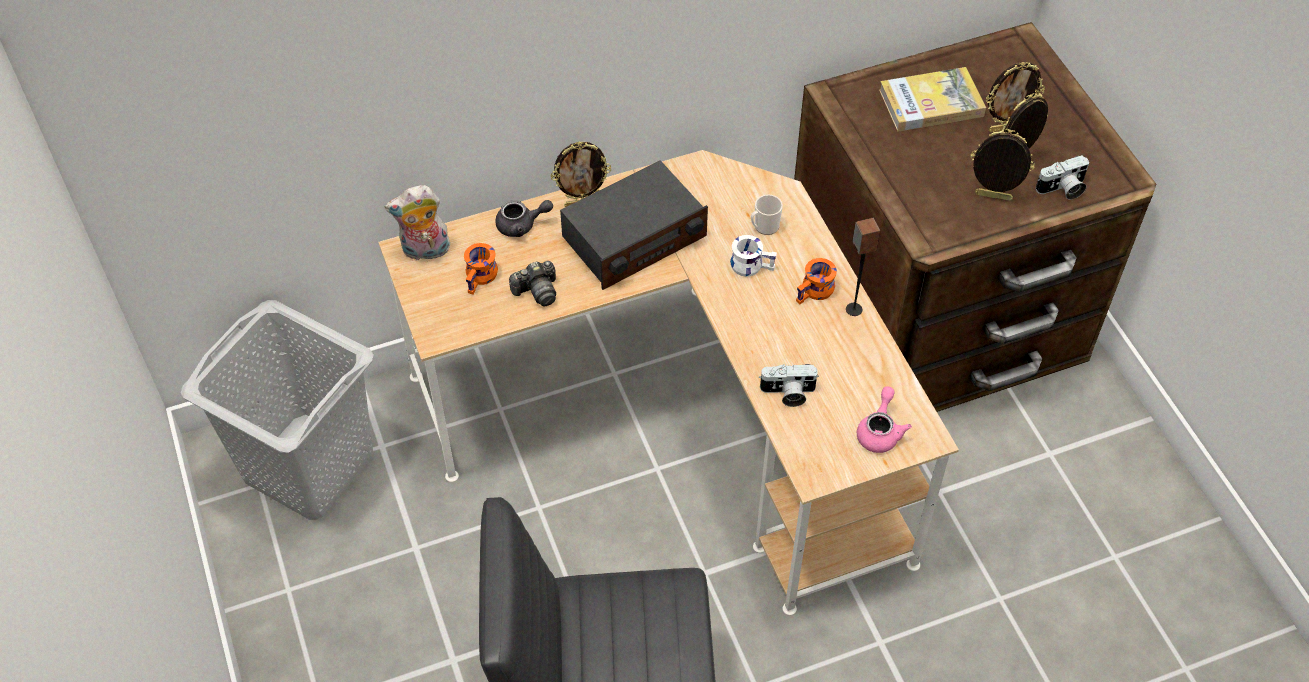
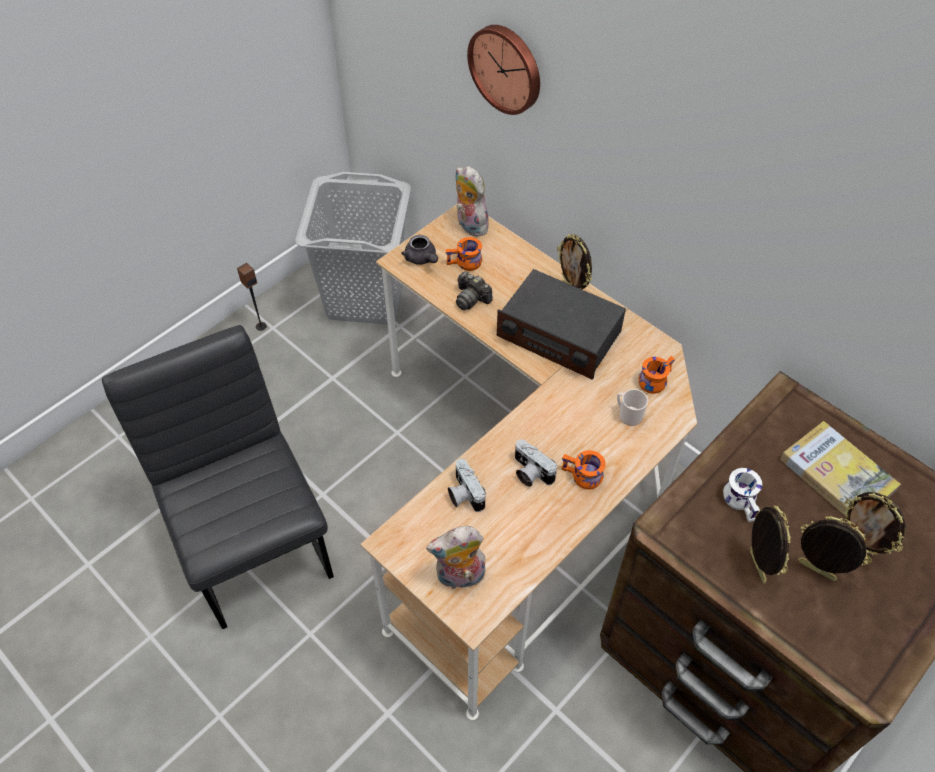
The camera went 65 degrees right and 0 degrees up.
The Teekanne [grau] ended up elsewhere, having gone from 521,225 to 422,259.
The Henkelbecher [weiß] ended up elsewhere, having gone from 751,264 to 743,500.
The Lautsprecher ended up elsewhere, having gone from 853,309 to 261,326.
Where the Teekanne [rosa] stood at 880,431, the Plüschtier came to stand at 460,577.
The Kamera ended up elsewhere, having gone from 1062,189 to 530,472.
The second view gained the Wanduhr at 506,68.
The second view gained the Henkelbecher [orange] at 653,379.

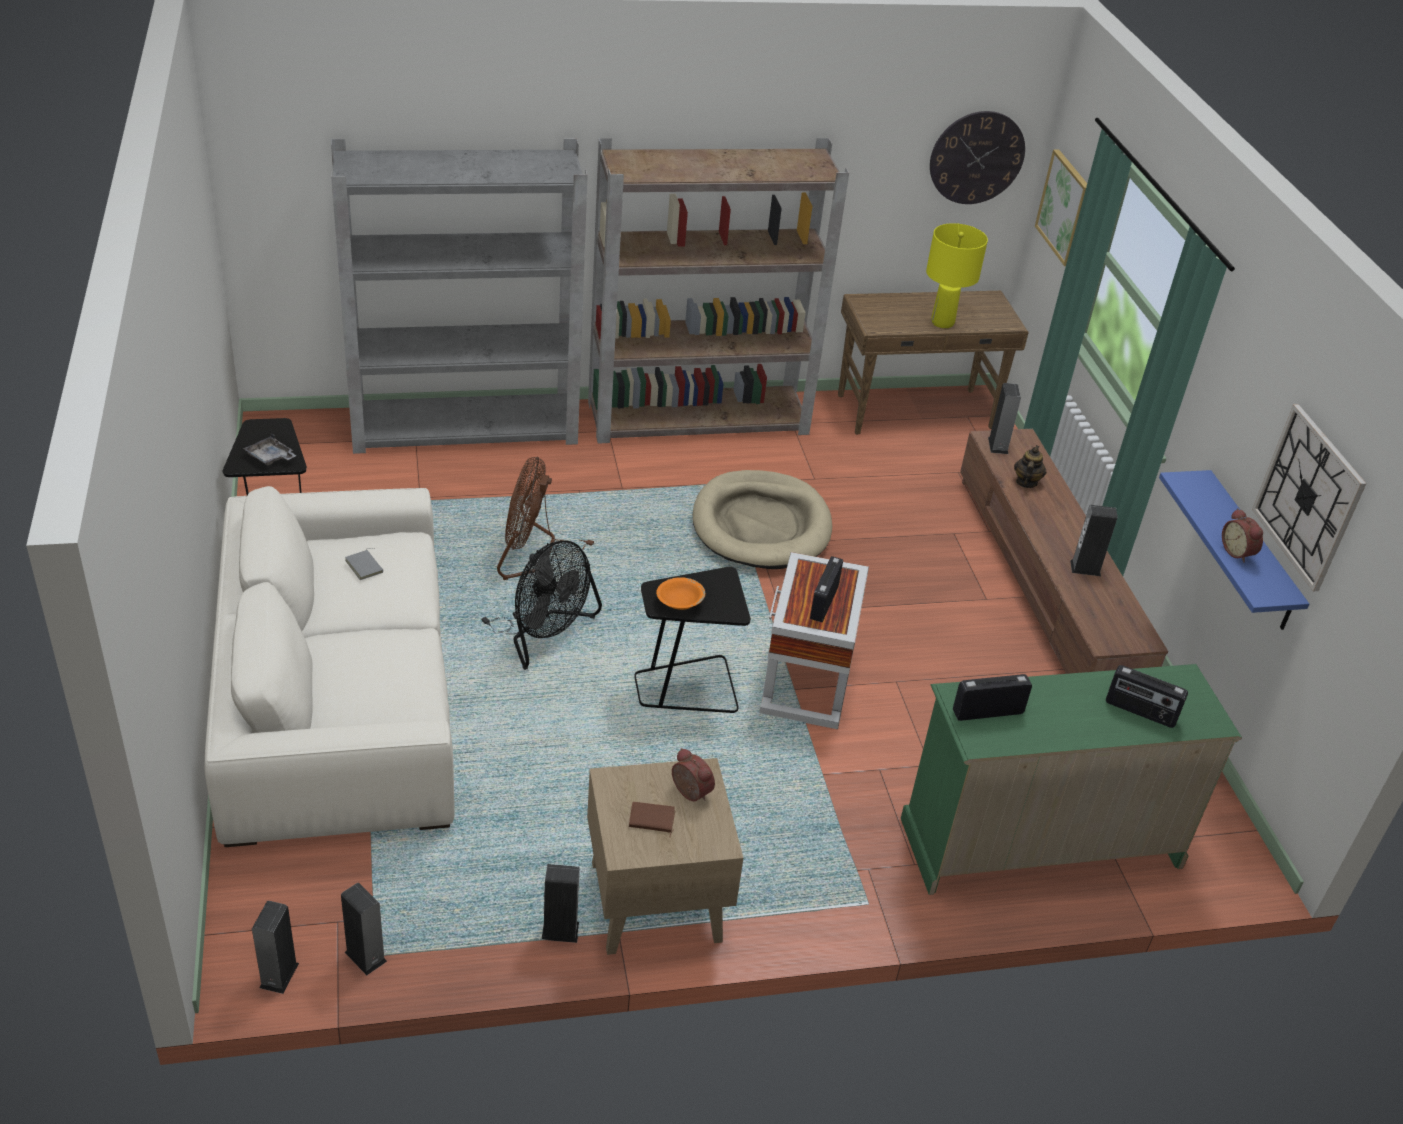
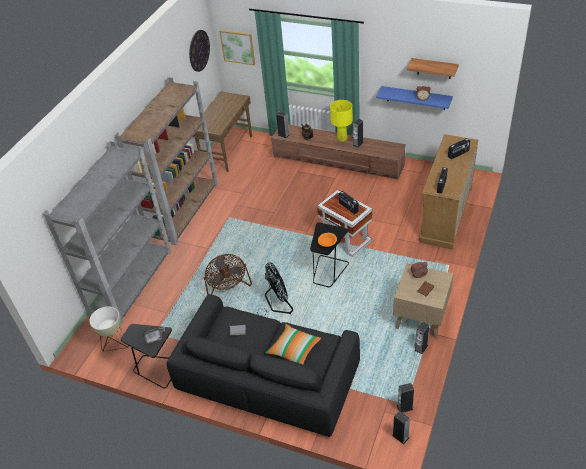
The camera went 50 degrees left and 5 degrees up.
What was the Sofa [weiß] at 335,695 turned into the Sofa [schwarz] at 267,377.
The Ventilator [braun] at 535,550 ended up facing another way, 60 degrees counterclockwise from before.
The second view lost the Hundebett [beige] at 761,525.
What was the Schrank [grün] at 1038,842 turned into the Schrank [braun] at 445,215.
The Tischlampe [gelb] ended up elsewhere, having gone from 942,322 to 342,139.
Where the Wanduhr hung at 1308,497, the Wandregal came to hang at 434,68.
The second view gained the Pflanzkübel at 115,343.
The second view gained the Kissen at 294,350.

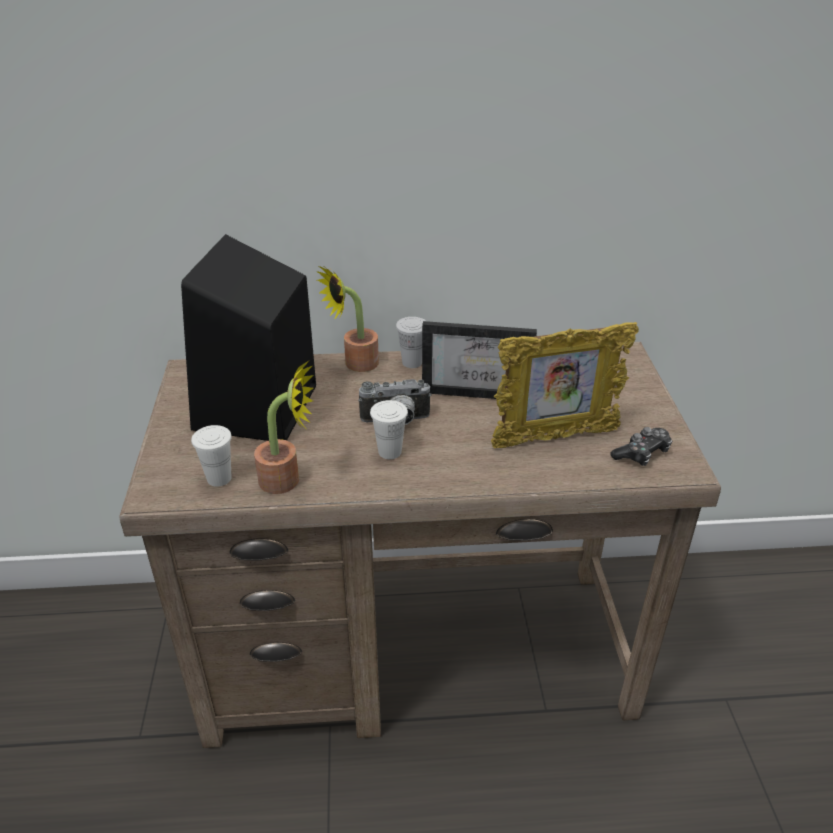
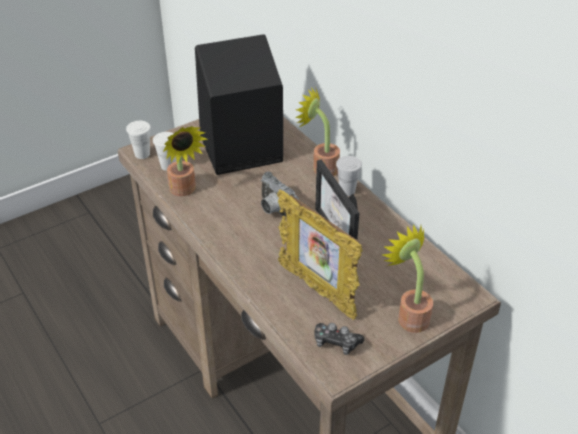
The camera went 60 degrees right and 5 degrees up.
The Tasse [weiß] ended up elsewhere, having gone from 390,452 to 142,154.
The second view gained the Topfpflanze at 409,316.

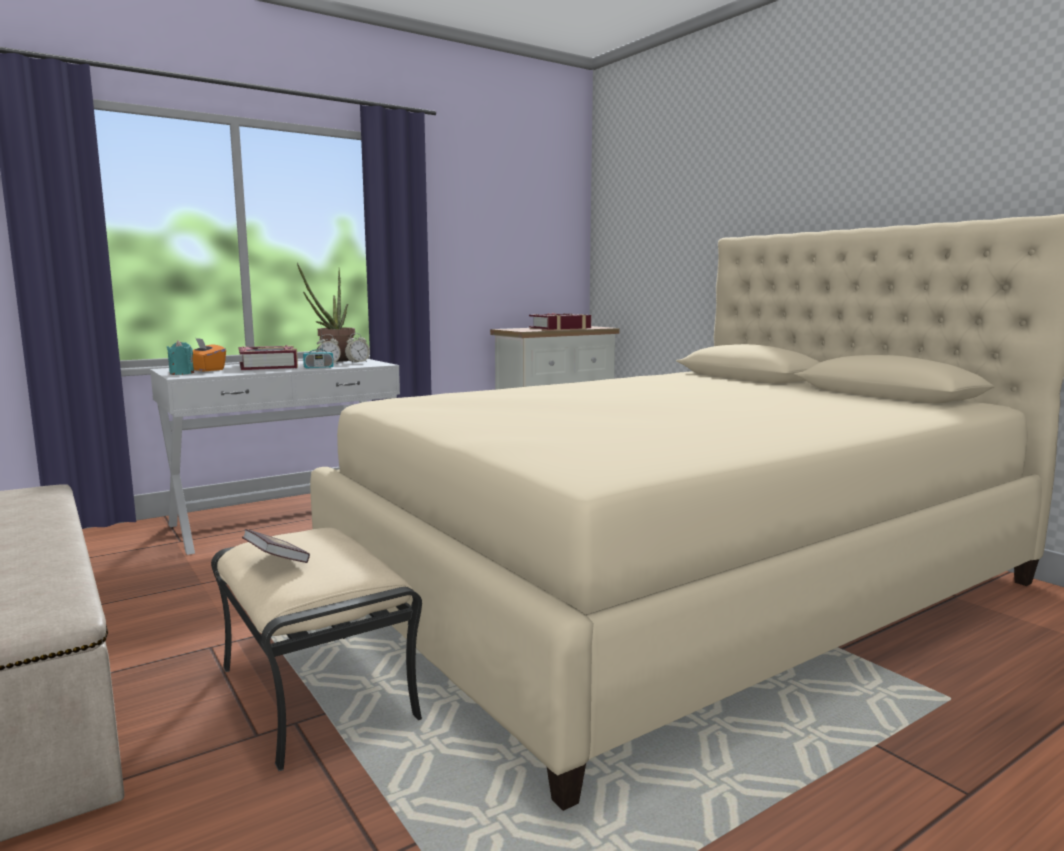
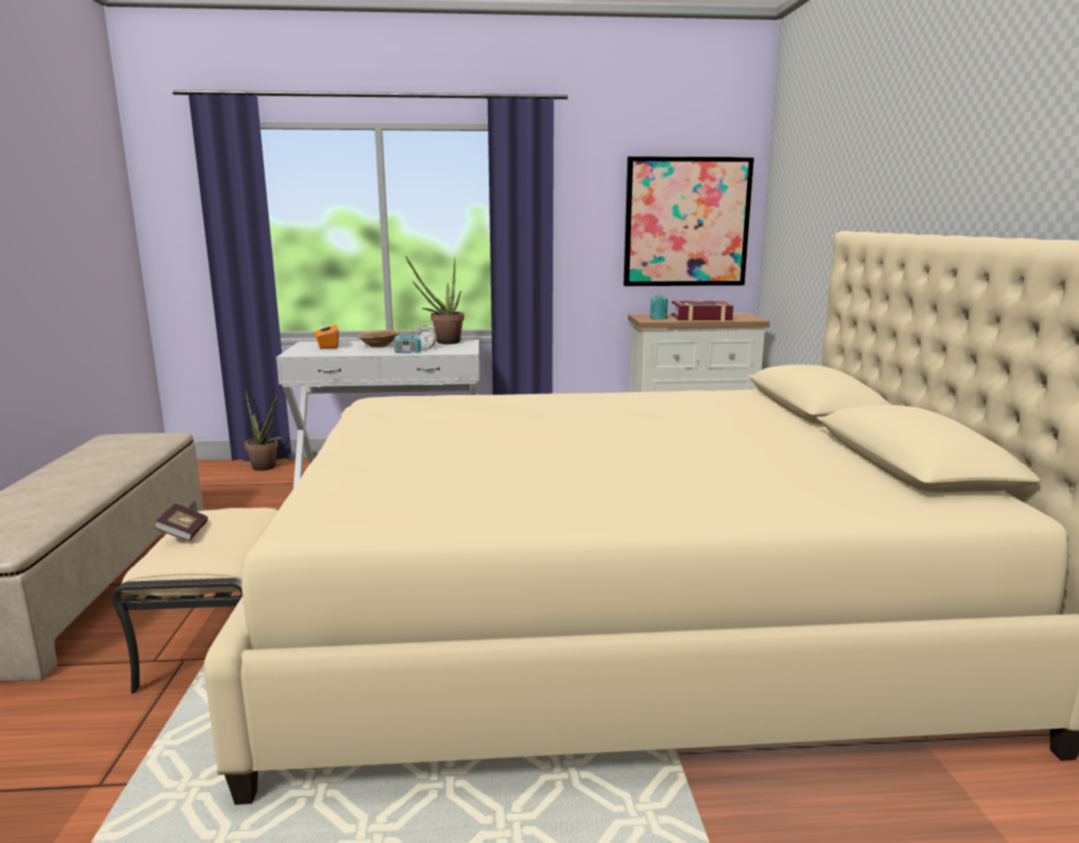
The camera went 30 degrees right and 5 degrees up.
The Kerze [türkis] ended up elsewhere, having gone from 181,373 to 658,318.
Where the Buch stood at 268,366, the Schüssel [braun] came to stand at 379,346.
The second view lost the Wecker at 357,362.
The second view gained the Topfpflanze at 266,468.
The second view gained the Bild at 686,222.

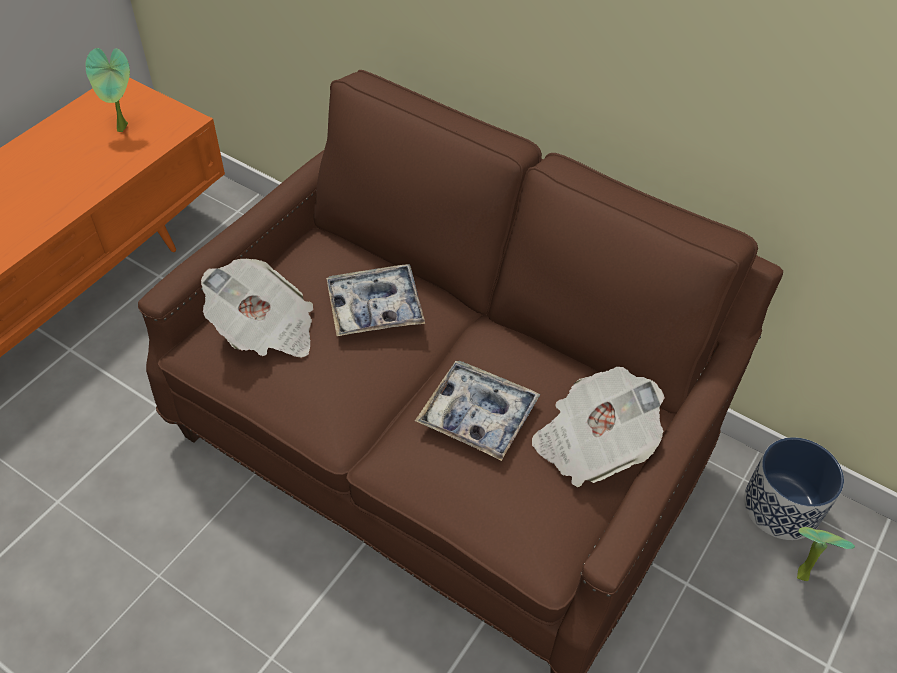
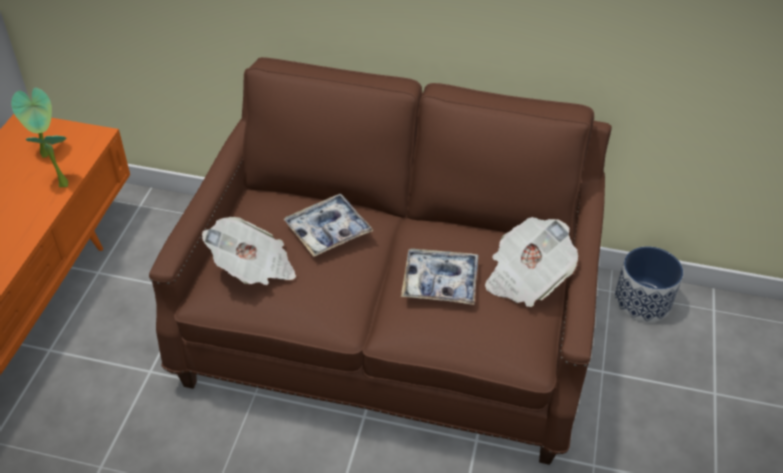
The camera went 20 degrees left and 5 degrees down.
The Topfpflanze ended up elsewhere, having gone from 799,571 to 62,183.

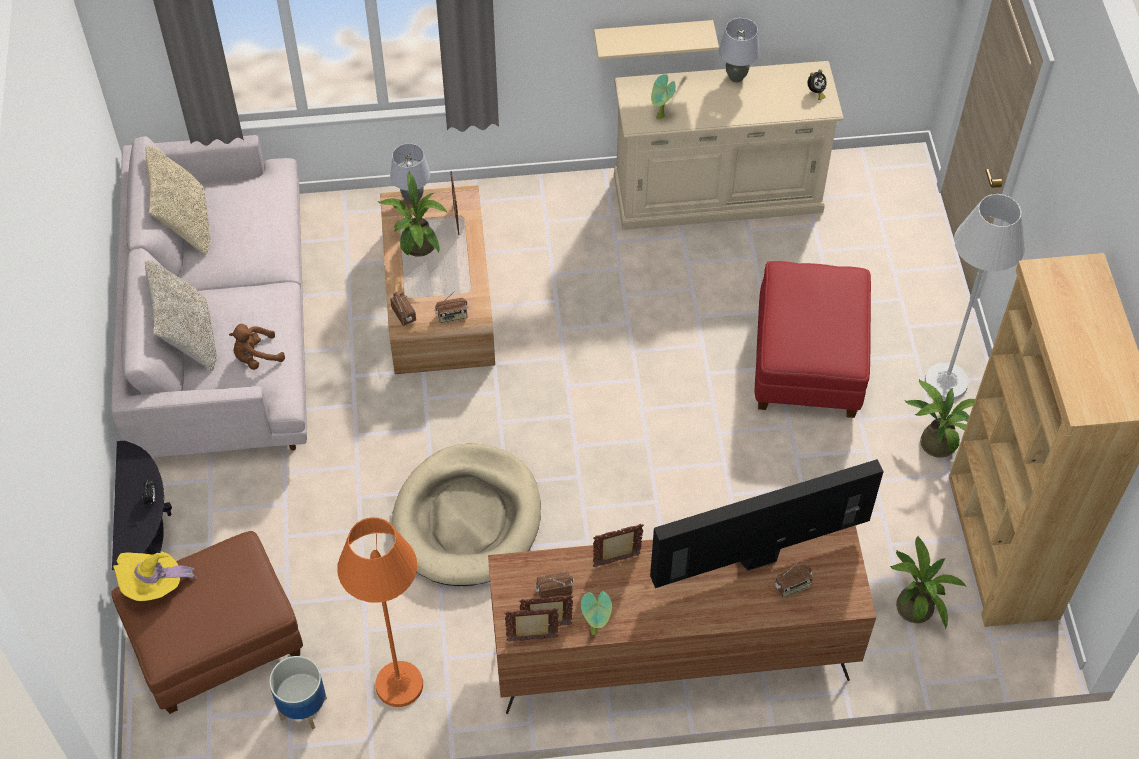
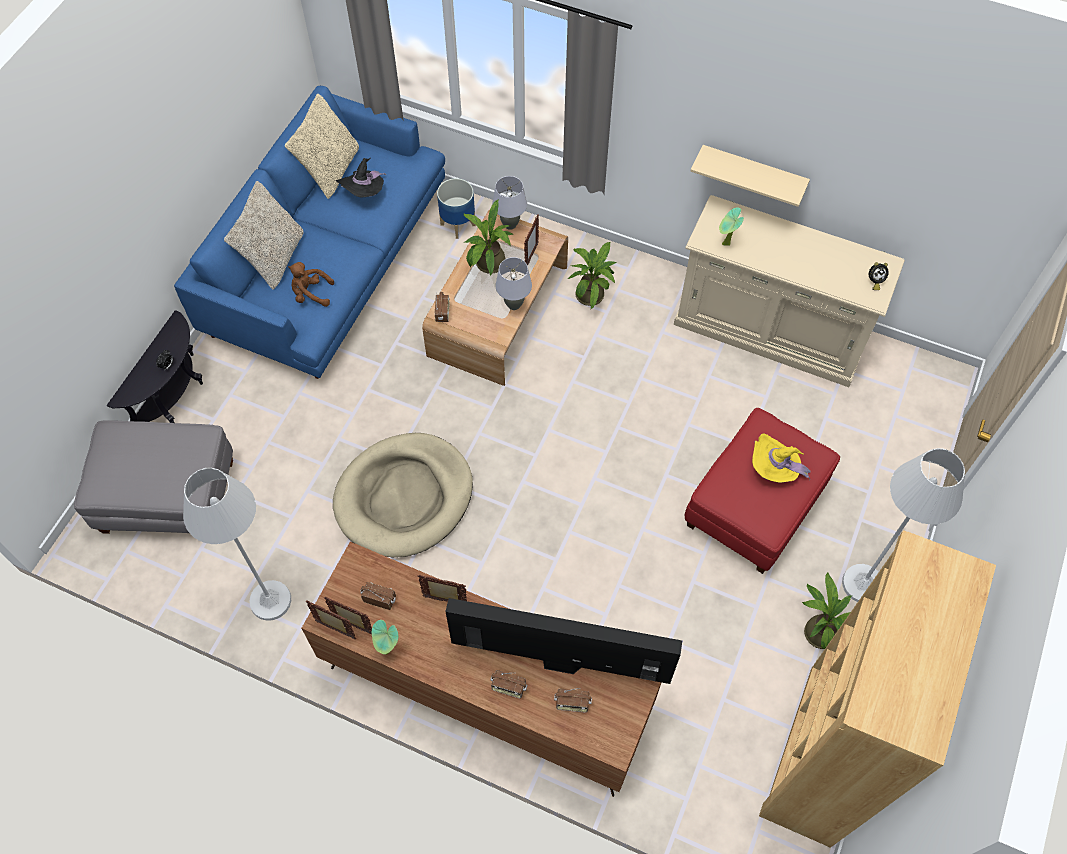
The camera went 30 degrees right and 5 degrees up.
What was the Sofa [weiß] at 222,331 turned into the Sofa [blau] at 327,263.
What was the Polsterhocker [braun] at 217,643 turned into the Polsterhocker [grau] at 168,497.
The Hut [gelb] ended up elsewhere, having gone from 155,585 to 774,469.
The Pflanzkübel ended up elsewhere, having gone from 302,708 to 457,224.
What was the Stehlampe [orange] at 399,684 turned into the Stehlampe [weiß] at 270,600.
The Radio ended up elsewhere, having gone from 452,316 to 508,688.
The Tischlampe [grau] ended up elsewhere, having gone from 736,77 to 514,305.
The Topfpflanze ended up elsewhere, having gone from 915,603 to 592,293.
The second view gained the Hut [schwarz] at 364,193.

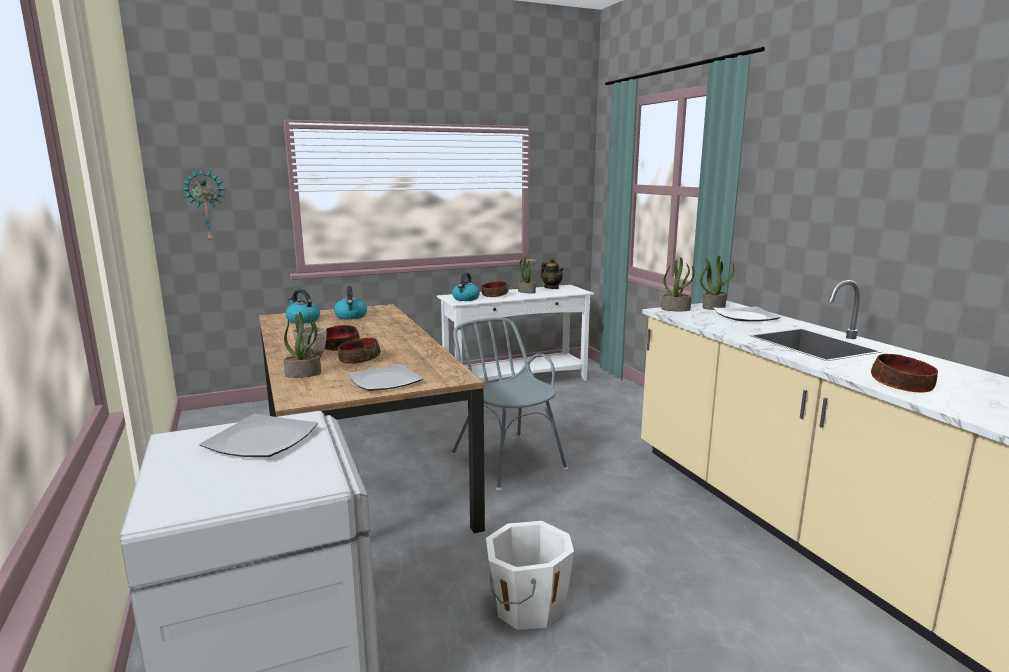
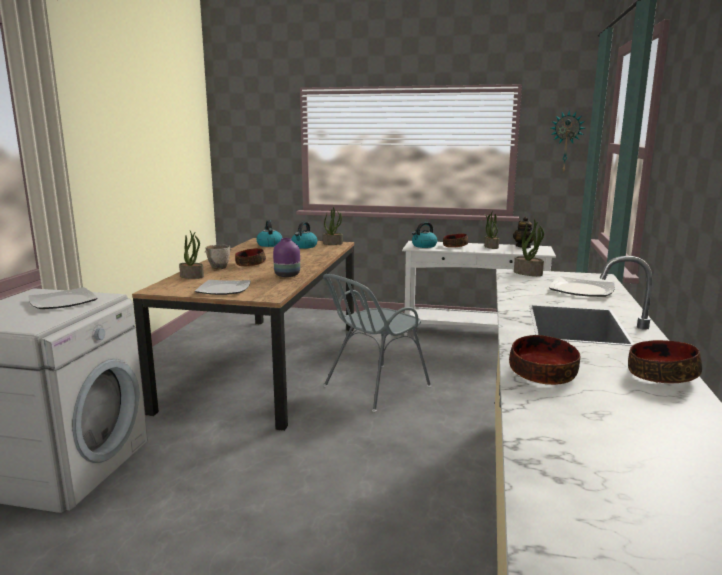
The camera went 35 degrees right and 0 degrees up.
The Wanduhr ended up elsewhere, having gone from 206,205 to 566,142.
The Schüssel ended up elsewhere, having gone from 359,359 to 661,375.
The Stuhl [grau] at 505,458 ended up facing another way, 135 degrees counterclockwise from before.
The second view lost the Eimer [weiß] at 527,606.
The Topfpflanze ended up elsewhere, having gone from 713,307 to 333,243.
The second view gained the Vase [lila] at 286,275.

